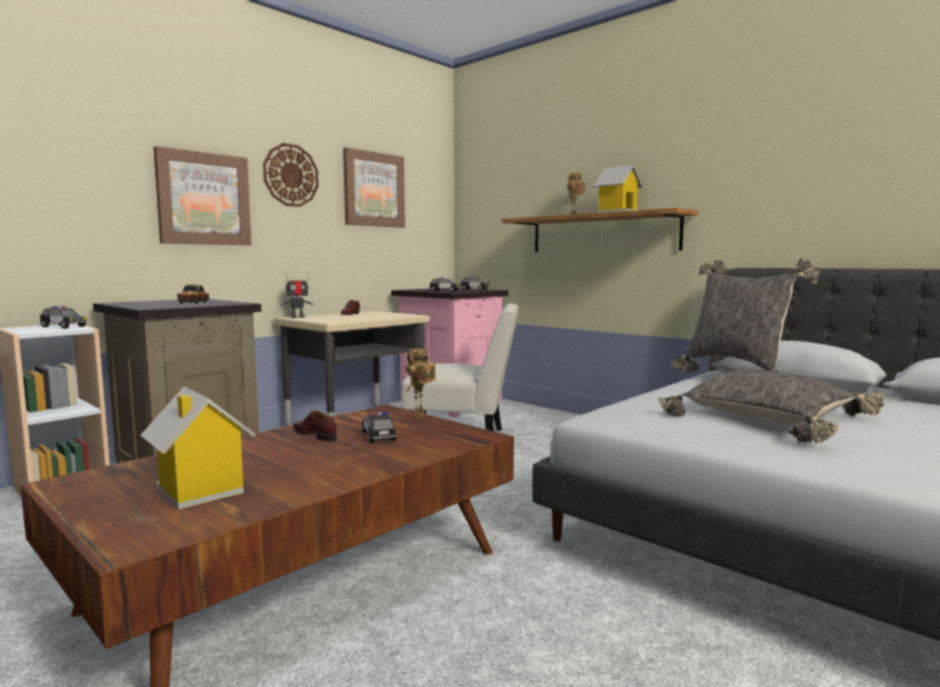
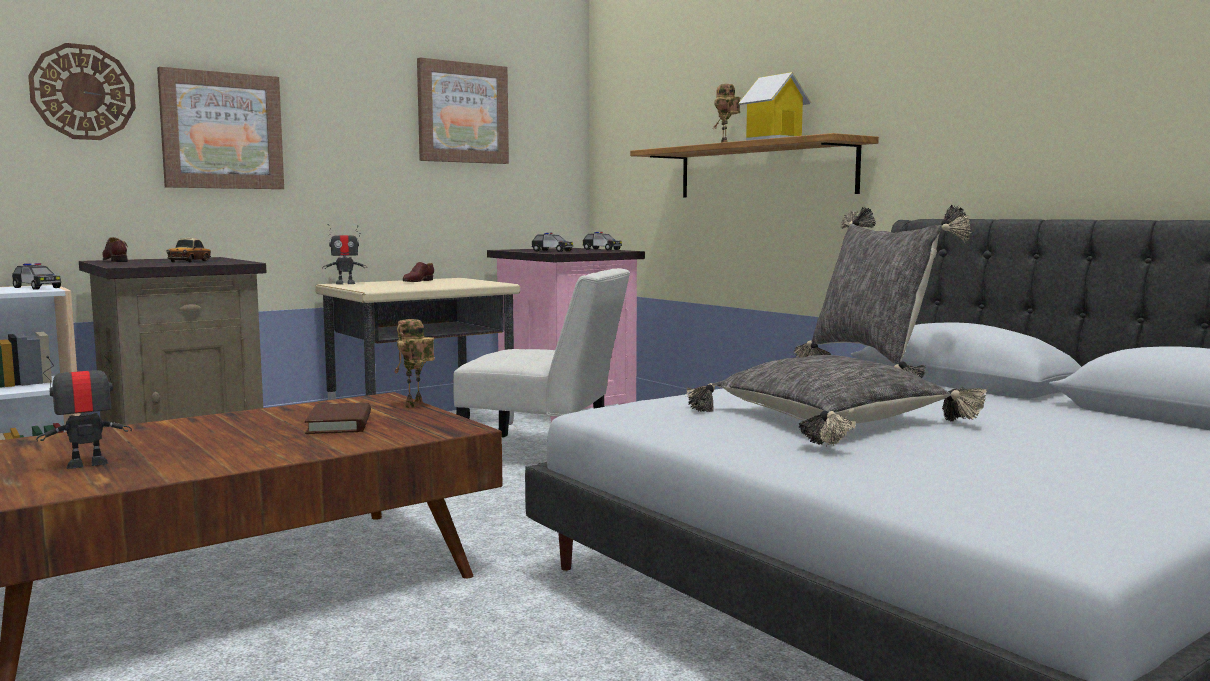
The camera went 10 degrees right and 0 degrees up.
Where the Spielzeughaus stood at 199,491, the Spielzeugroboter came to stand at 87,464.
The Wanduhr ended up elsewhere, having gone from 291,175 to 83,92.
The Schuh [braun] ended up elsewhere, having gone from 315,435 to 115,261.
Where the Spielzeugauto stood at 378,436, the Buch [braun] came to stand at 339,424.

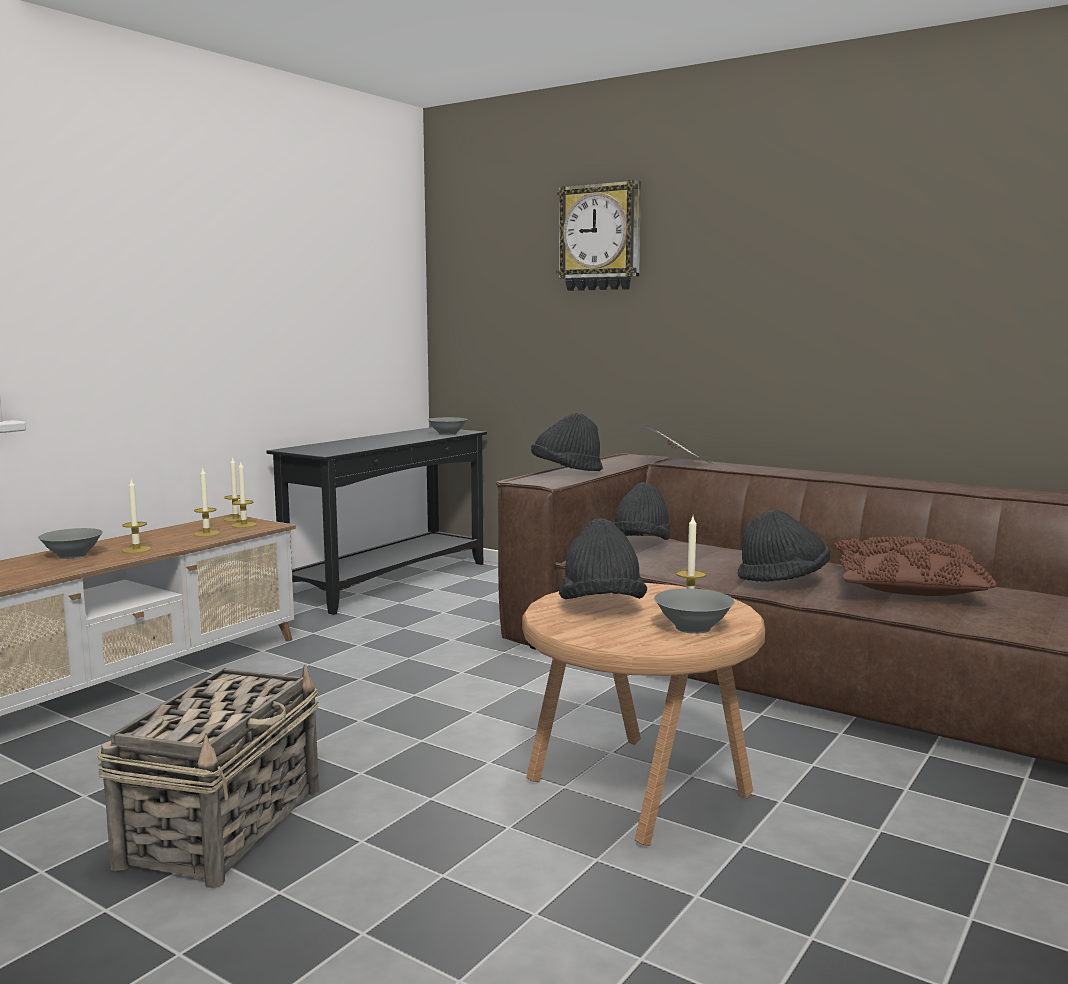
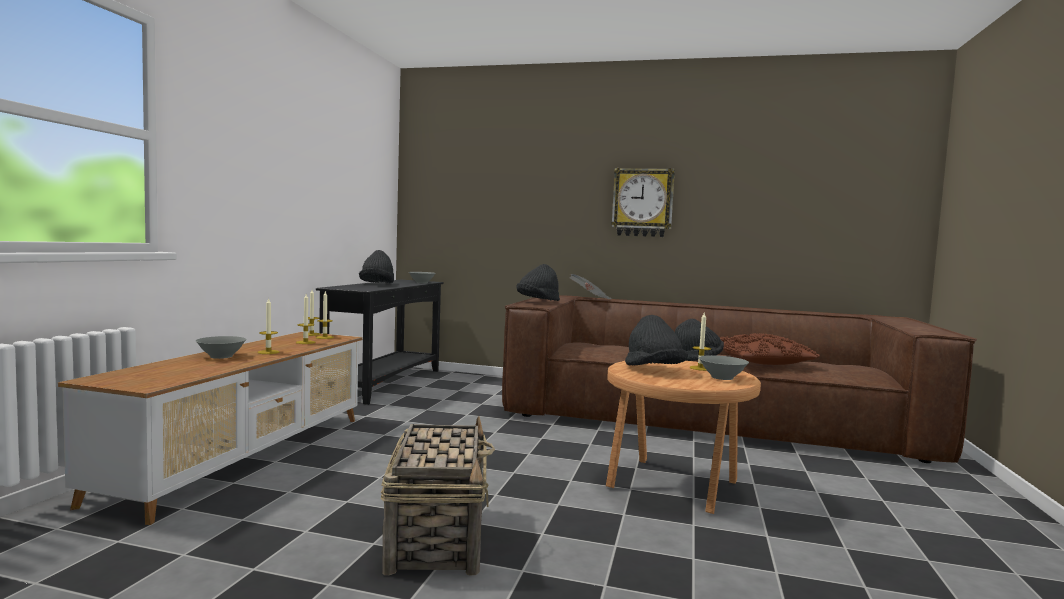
The camera went 20 degrees left and 5 degrees down.
The Wanduhr ended up elsewhere, having gone from 600,237 to 642,202.
The Hut [schwarz] ended up elsewhere, having gone from 640,544 to 377,284.

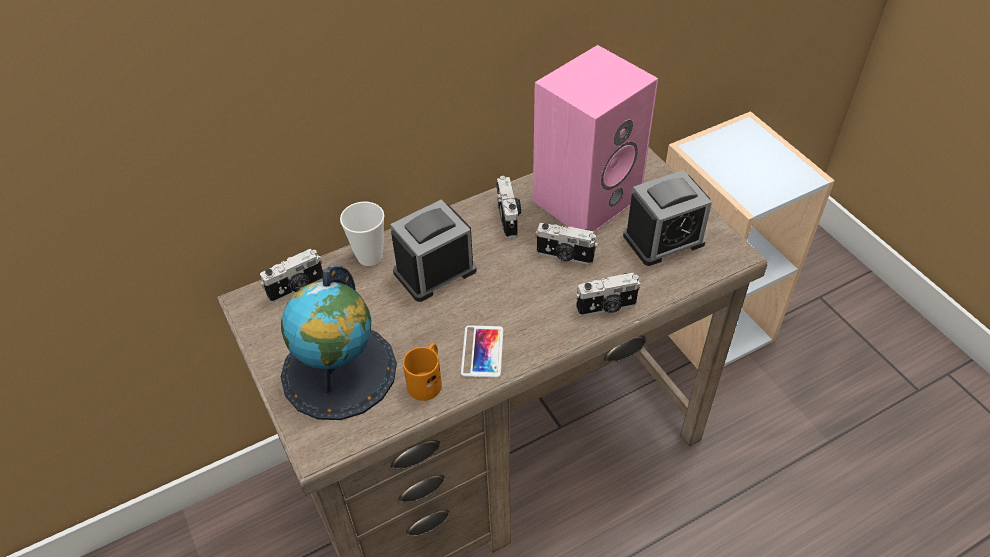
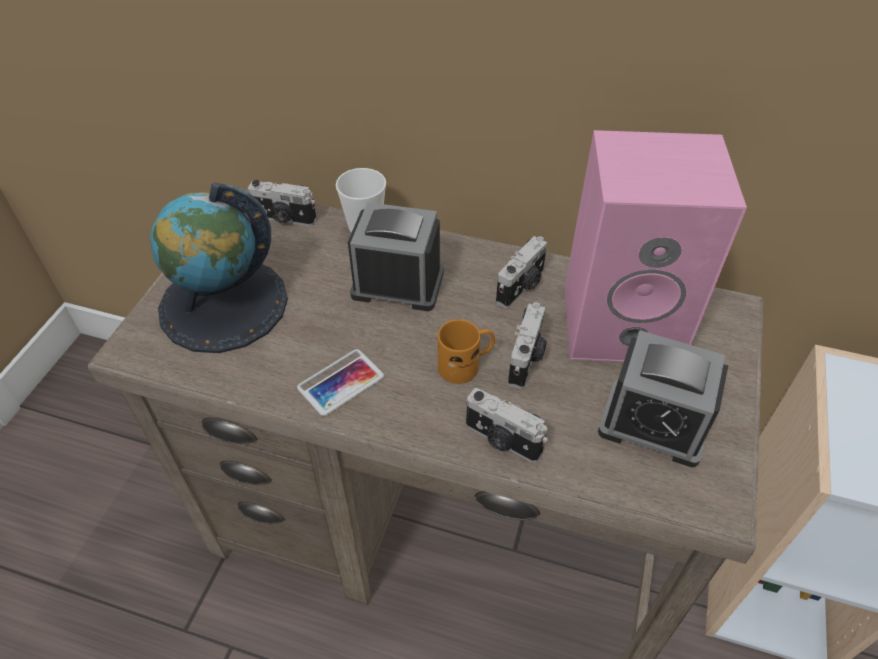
The camera went 45 degrees right and 0 degrees up.
The Henkelbecher [orange] ended up elsewhere, having gone from 427,380 to 466,364.
The Kamera at 564,256 ended up facing another way, 135 degrees counterclockwise from before.

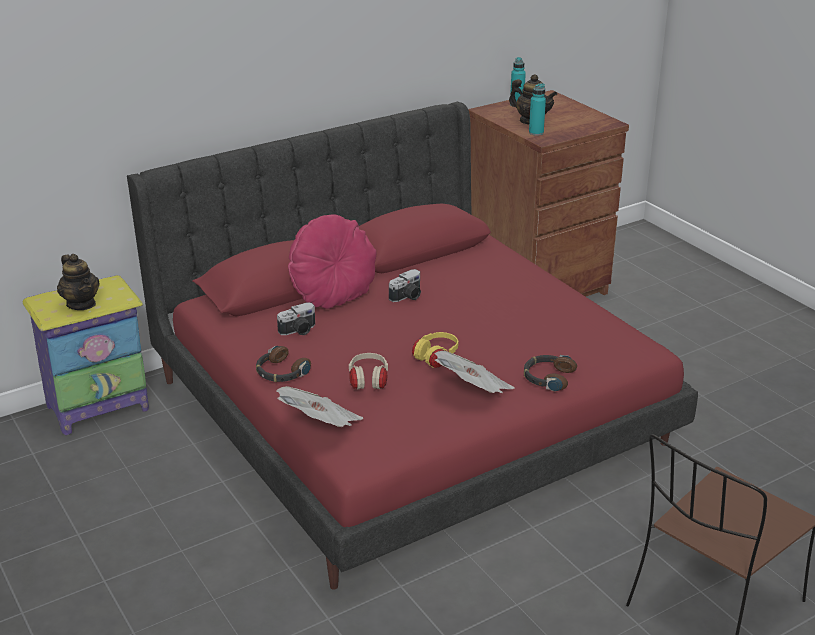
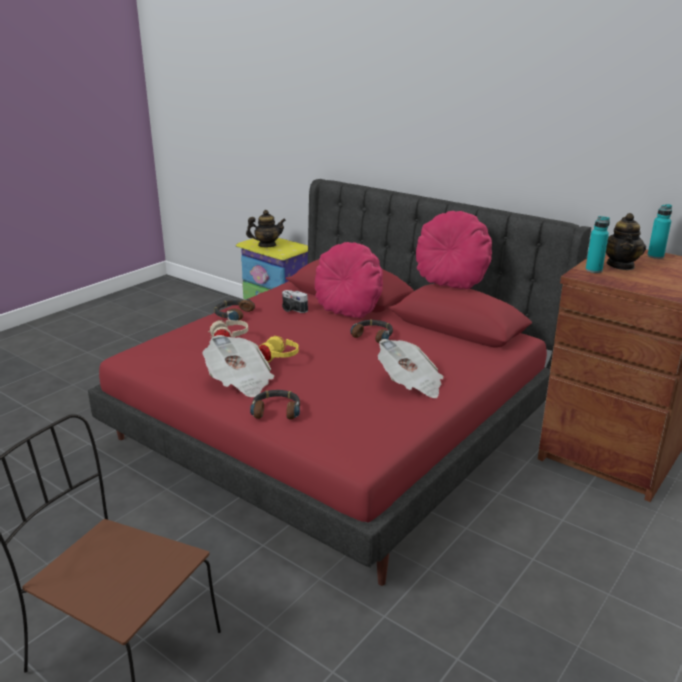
The camera went 70 degrees right and 5 degrees down.
The Teekanne at 81,304 ended up facing another way, 135 degrees counterclockwise from before.
The Zeitung ended up elsewhere, having gone from 321,425 to 410,384.
Where the Kamera stood at 408,297, the Kopfhörer came to stand at 373,335.
The second view gained the Kissen [rosa] at 451,284.

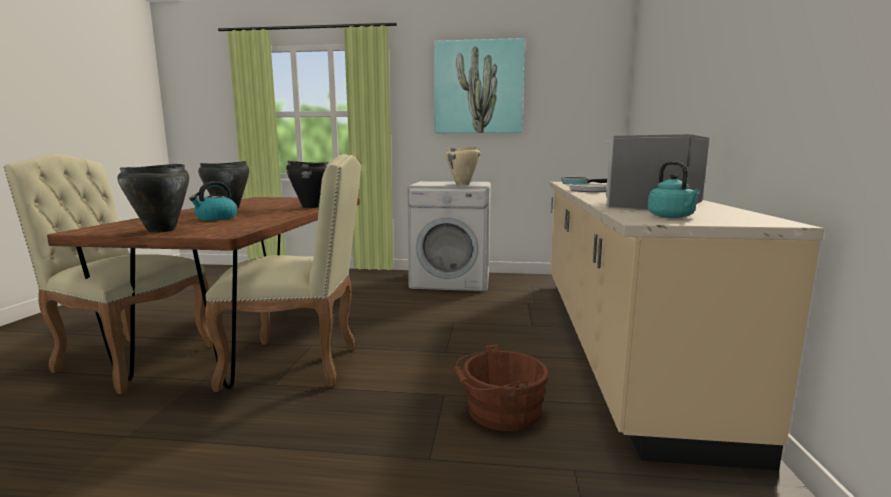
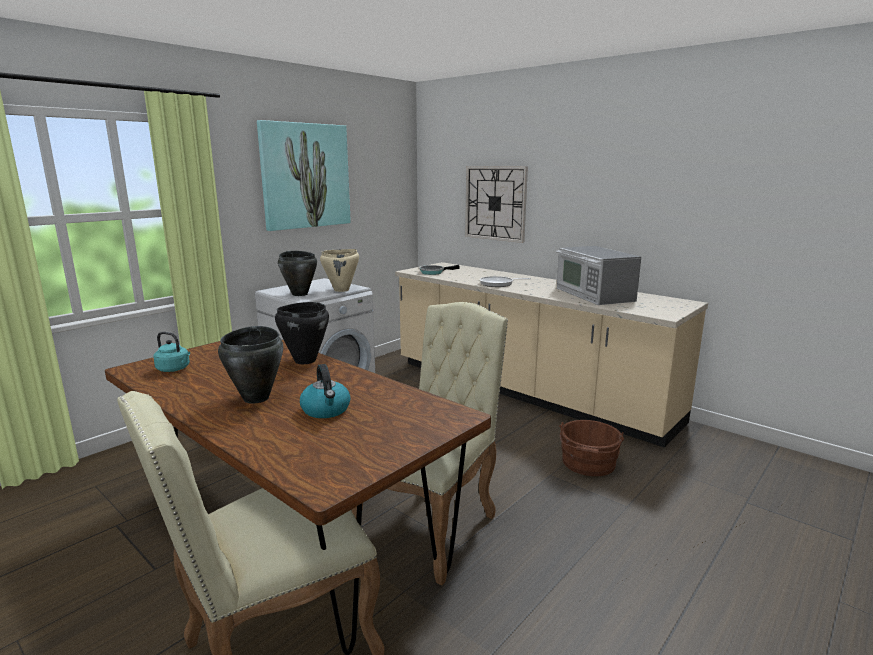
The camera went 55 degrees left and 5 degrees up.
The Kochtopf [schwarz] ended up elsewhere, having gone from 162,230 to 300,294.
The Wasserkessel [türkis] ended up elsewhere, having gone from 672,217 to 174,369.
The second view gained the Wanduhr at 495,203.

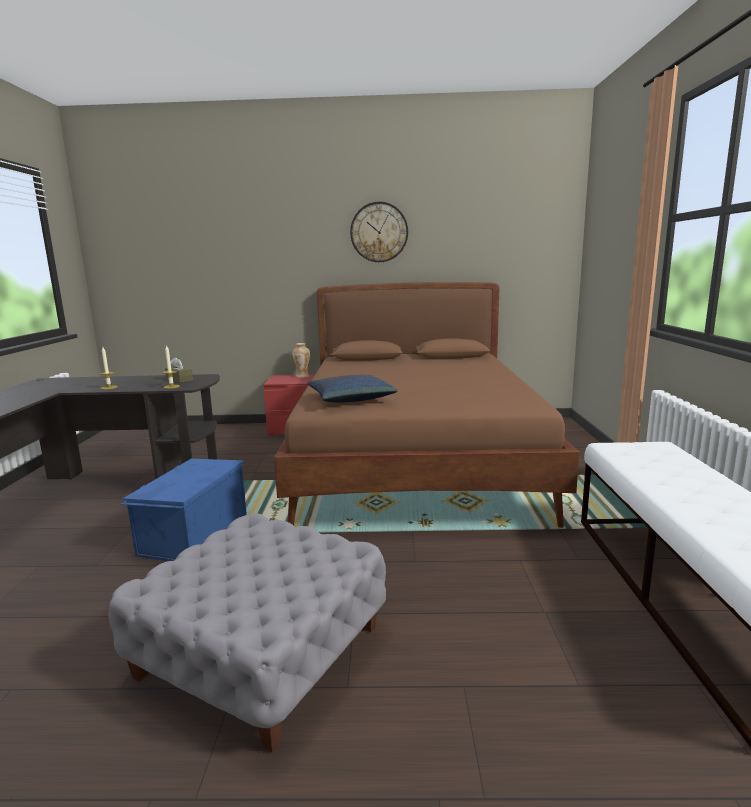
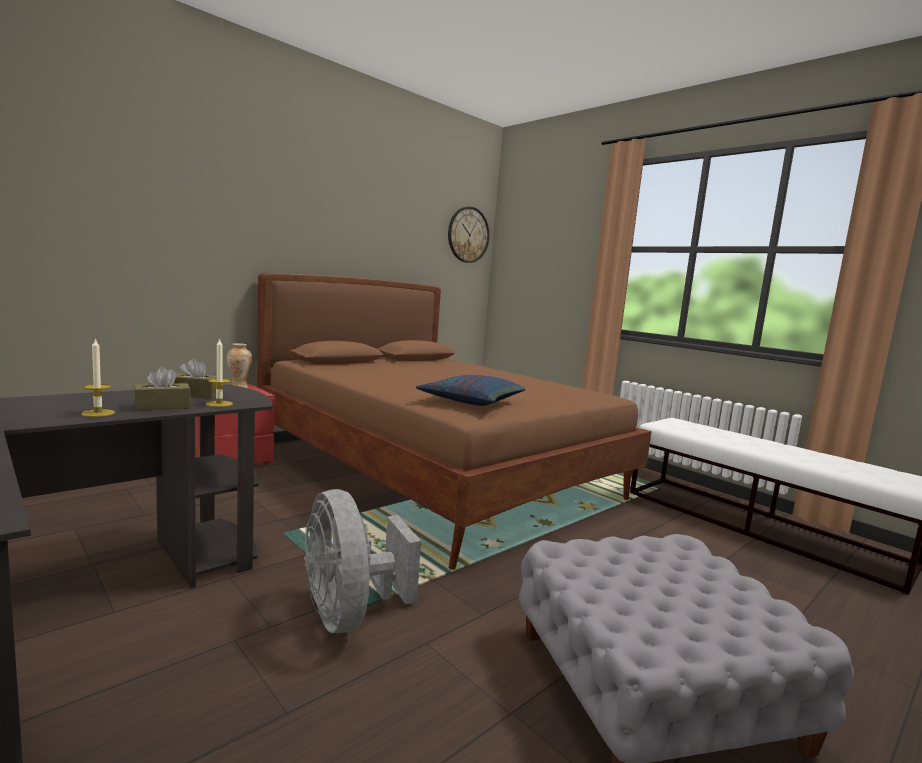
The camera went 45 degrees left and 5 degrees down.
Where the Aufbewahrungsbox [blau] stood at 193,534, the Ventilator [grau] came to stand at 349,614.
The Wanduhr ended up elsewhere, having gone from 379,232 to 468,235.
The second view gained the Taschentuchbox [braun] at 162,406.

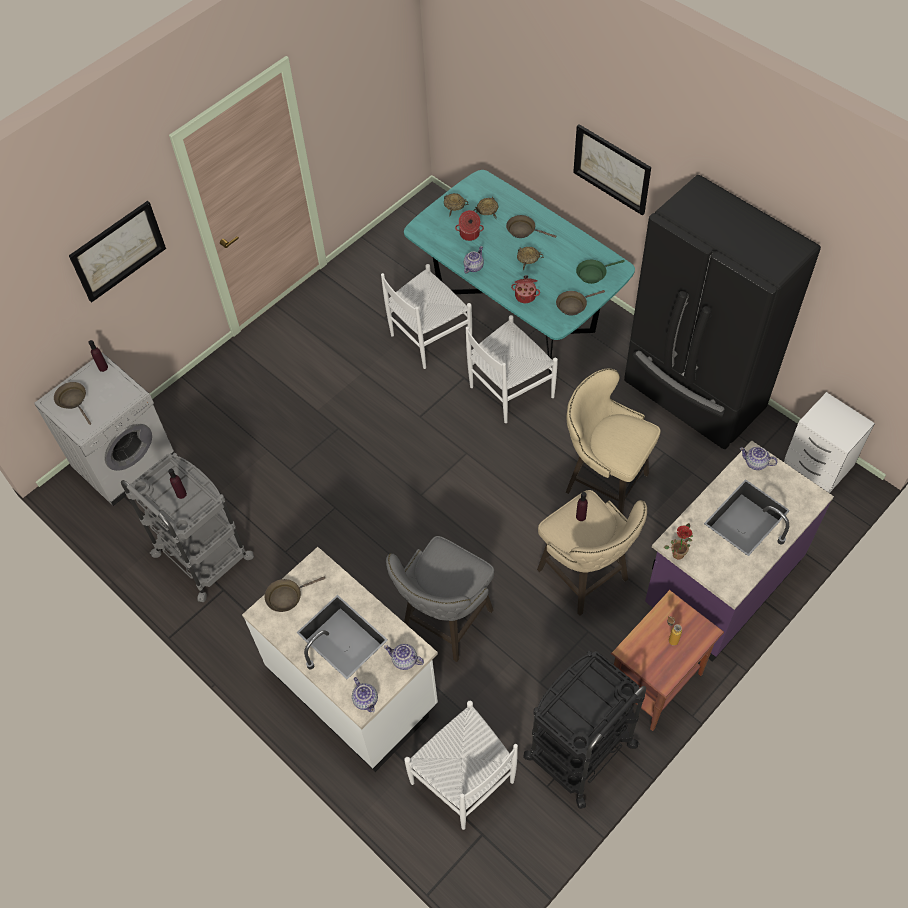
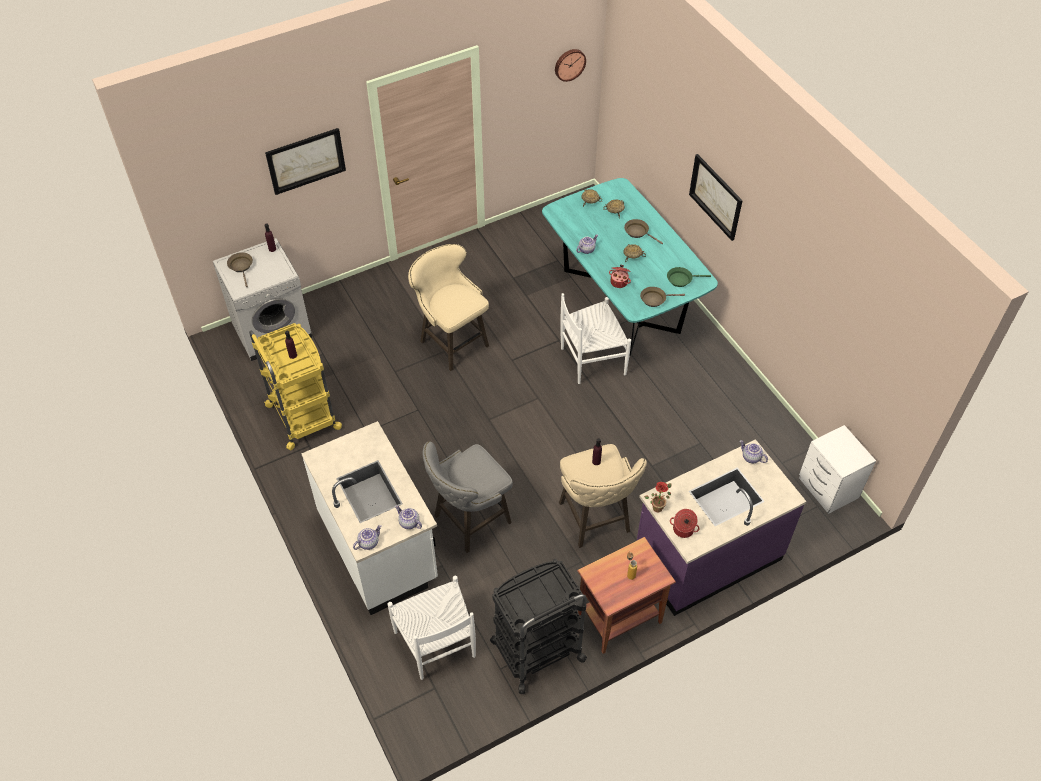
The camera went 15 degrees right and 5 degrees down.
What was the Rollwagen [grau] at 204,556 turned into the Rollwagen [gelb] at 304,417.
The second view lost the Pfanne [braun] at 287,596.
The Teekanne at 366,700 ended up facing another way, 120 degrees counterclockwise from before.
The second view lost the Stuhl [weiß] at 428,338.
The Kochtopf ended up elsewhere, having gone from 469,234 to 683,530.
The Hocker [beige] ended up elsewhere, having gone from 603,481 to 452,342.
The second view lost the Kühlschrank [schwarz] at 691,397.
The second view gained the Wanduhr at 569,64.

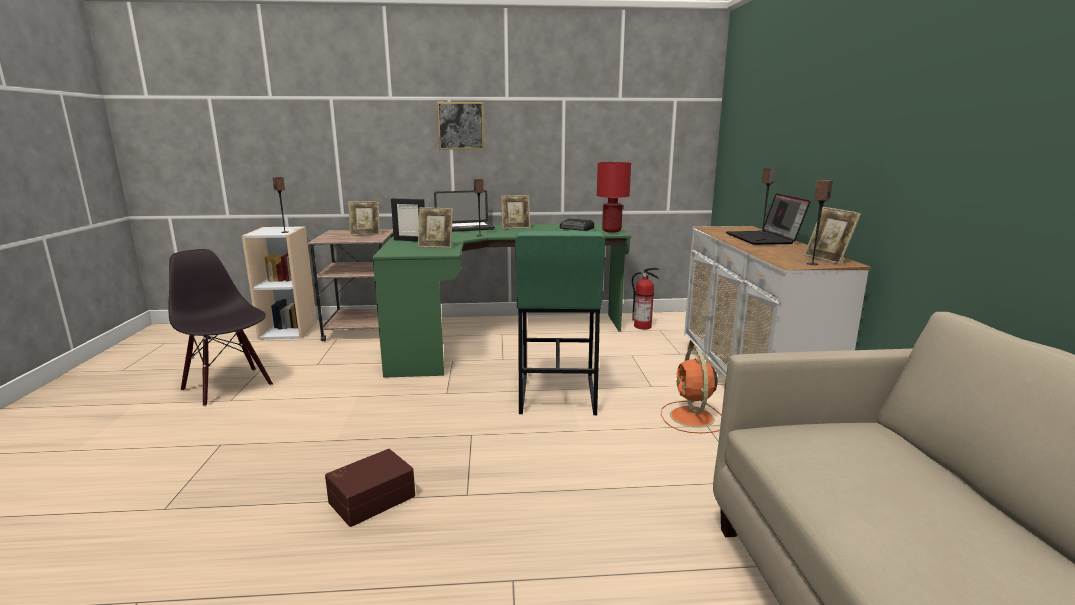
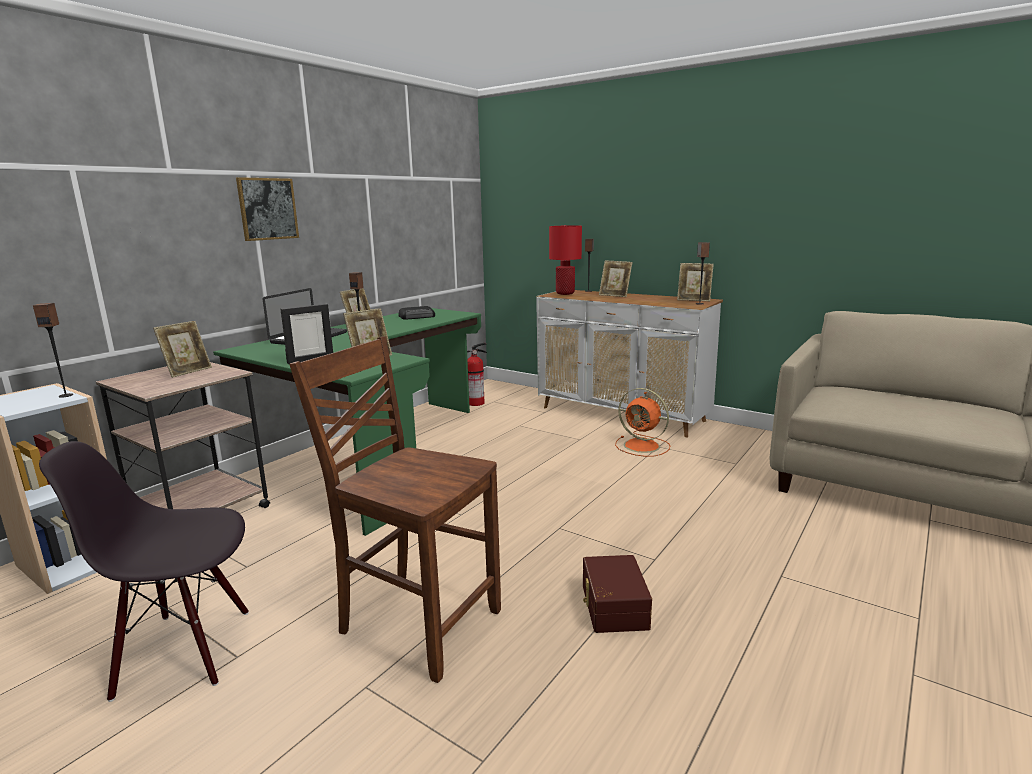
The camera went 50 degrees left and 0 degrees up.
The second view lost the Hocker [grün] at 557,396.
The Tischlampe [rot] ended up elsewhere, having gone from 611,232 to 565,294.
Where the Laptop stood at 764,239, the Bilderrahmen came to stand at 615,295.
The second view gained the Stuhl [braun] at 417,622.

